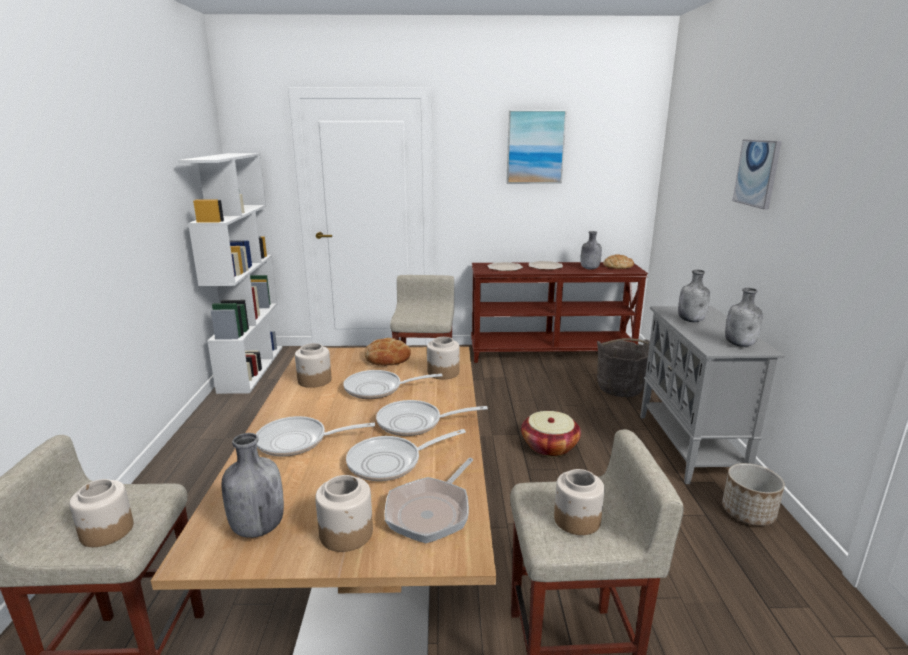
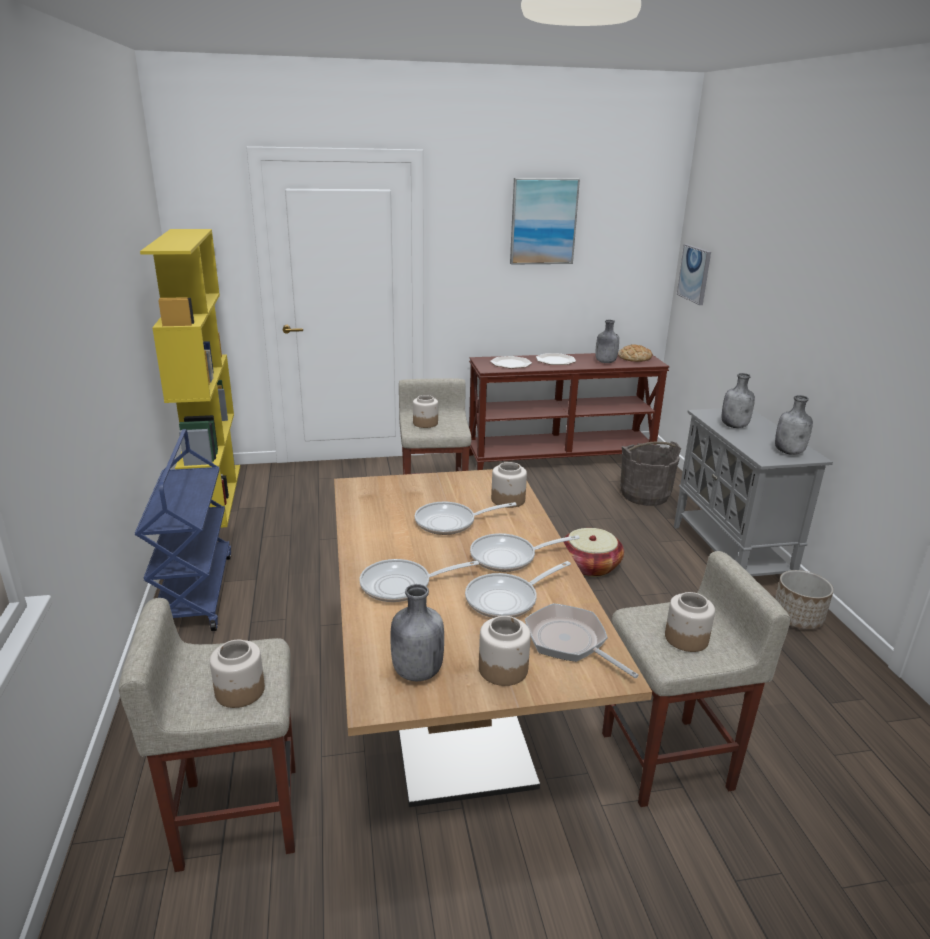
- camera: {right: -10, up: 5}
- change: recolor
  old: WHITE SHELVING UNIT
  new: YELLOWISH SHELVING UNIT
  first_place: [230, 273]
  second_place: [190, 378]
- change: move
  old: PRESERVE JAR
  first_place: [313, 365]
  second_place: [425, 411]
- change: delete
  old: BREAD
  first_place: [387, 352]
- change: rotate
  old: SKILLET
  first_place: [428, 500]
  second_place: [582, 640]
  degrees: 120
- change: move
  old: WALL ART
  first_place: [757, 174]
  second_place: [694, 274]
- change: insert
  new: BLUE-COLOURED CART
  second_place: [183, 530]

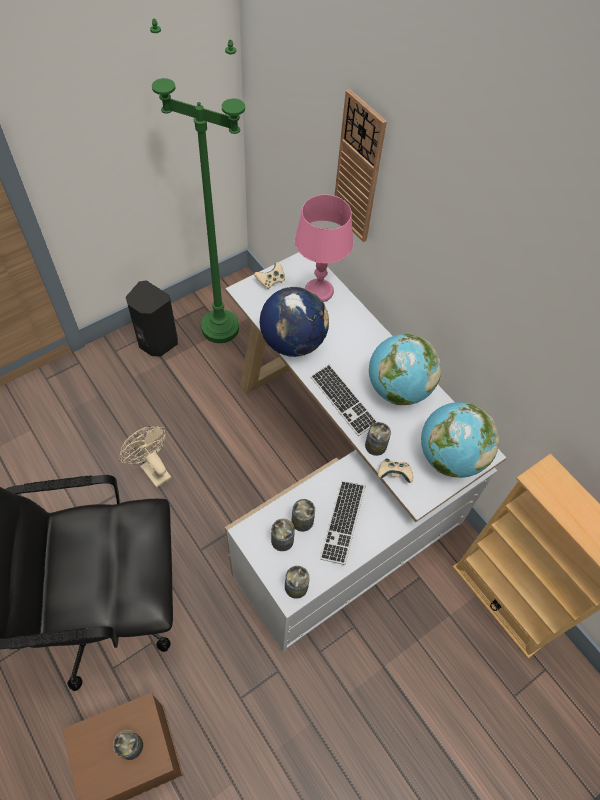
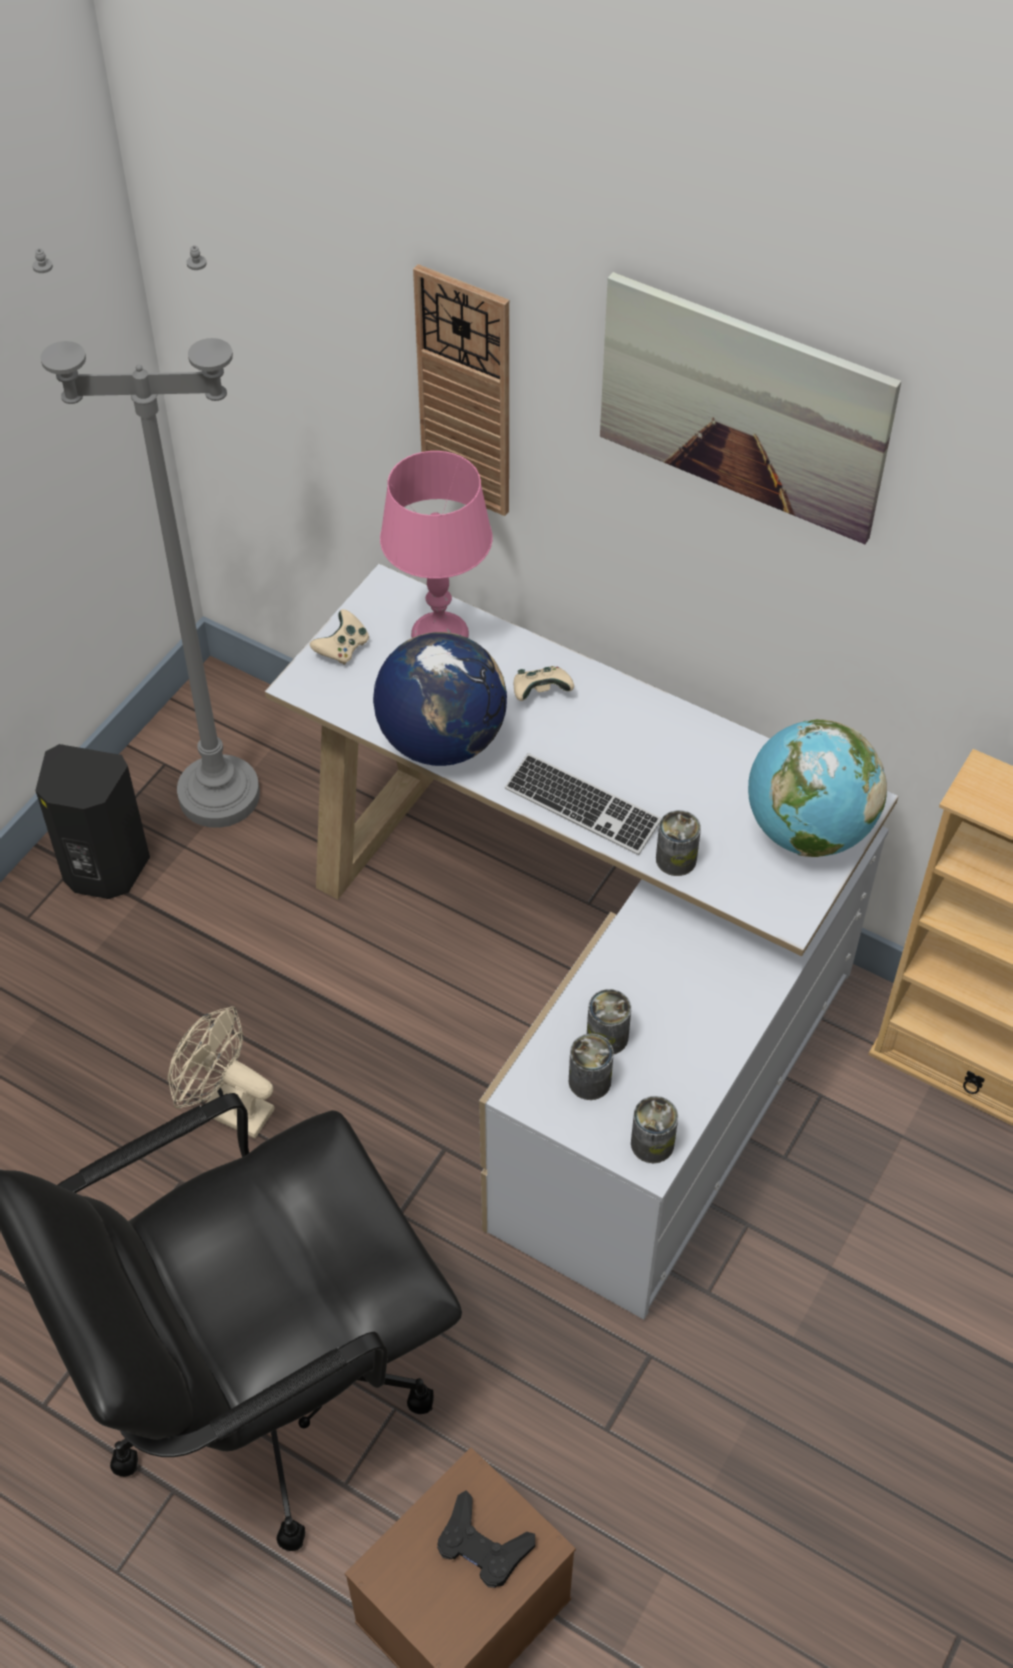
- camera: {right: -20, up: -5}
- change: replace
  old: METAL CAN
  new: BLACKISH GAME CONTROLLER
  first_place: [128, 745]
  second_place: [486, 1539]
- change: recolor
  old: GREEN FLOOR LAMP
  new: GRAY FLOOR LAMP
  first_place: [197, 180]
  second_place: [146, 536]
- change: delete
  old: COMPUTER KEYBOARD
  first_place: [342, 523]
- change: delete
  old: DESK GLOBE
  first_place: [405, 369]
- change: move
  old: BEIGE GAME CONTROLLER
  first_place: [395, 471]
  second_place: [544, 683]
- change: insert
  new: WALL ART
  second_place: [750, 408]

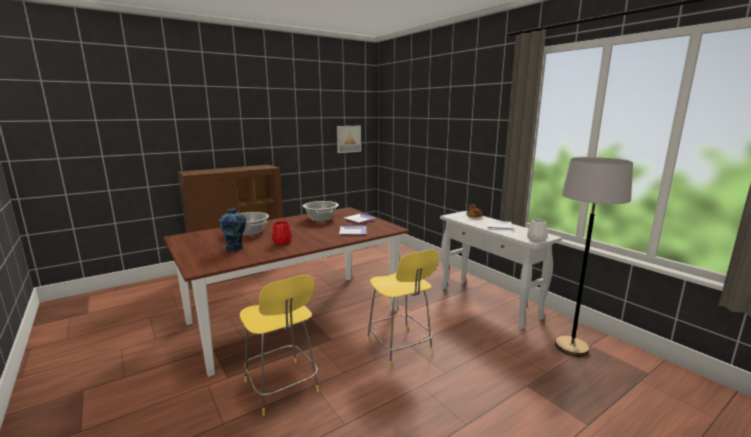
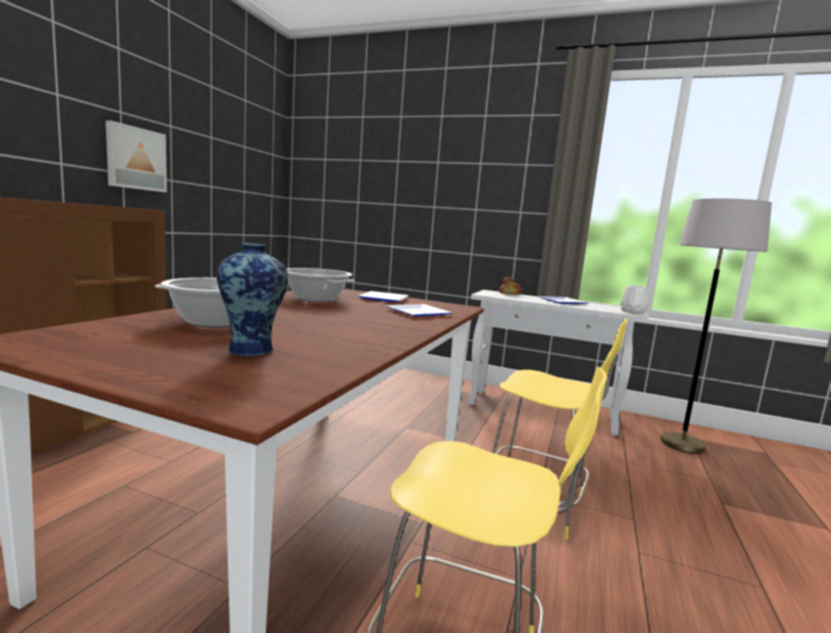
- camera: {right: -35, up: -5}
- change: delete
  old: RED-COLOURED DECORATIVE VASE
  first_place: [282, 233]
- change: move
  old: WALL ART
  first_place: [349, 139]
  second_place: [136, 156]

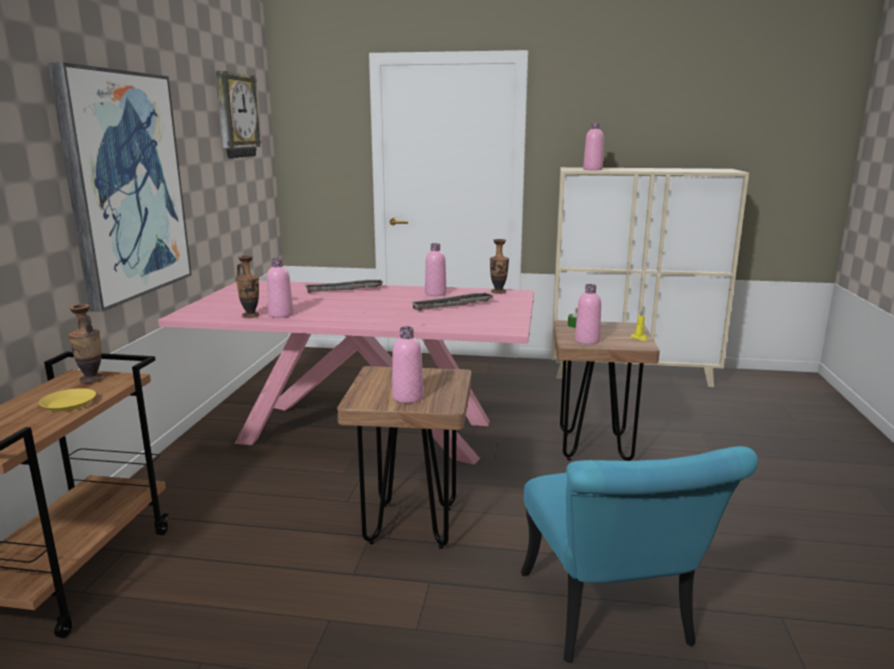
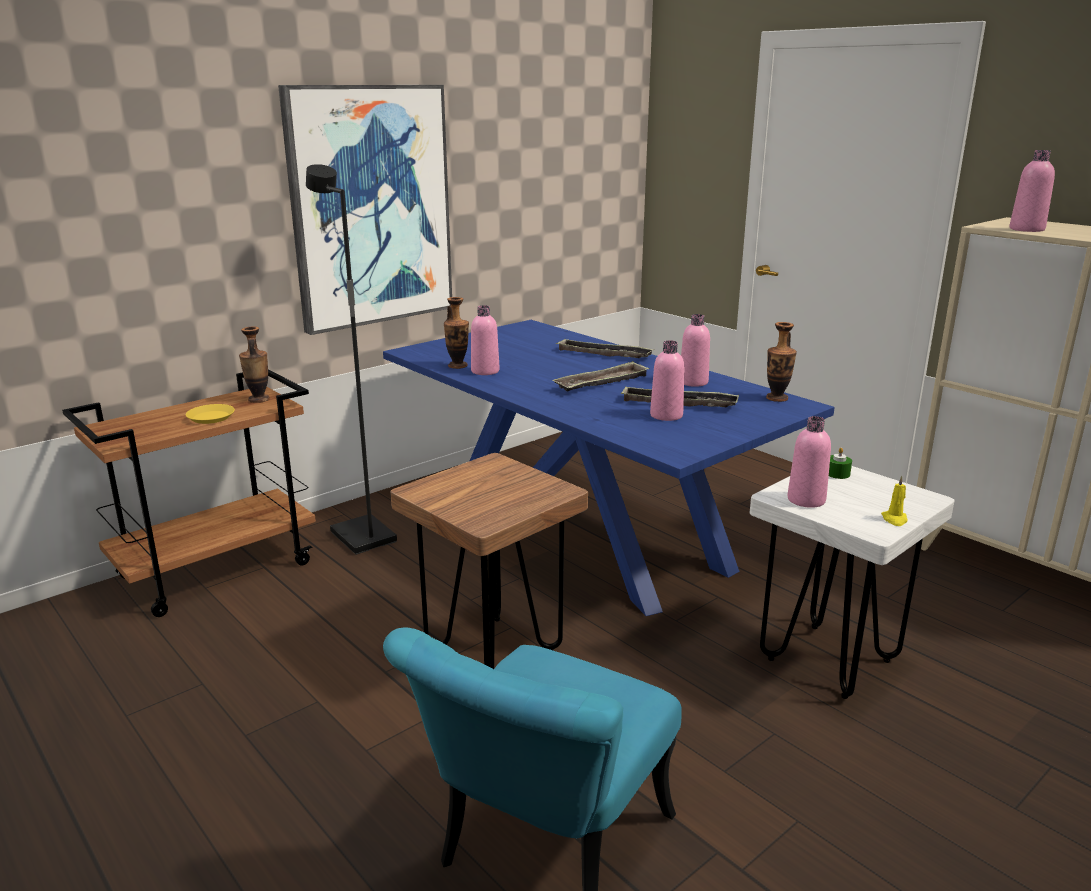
- camera: {right: 40, up: 5}
- change: recolor
  old: PINK-COLOURED KITCHEN TABLE
  new: BLUE-COLOURED KITCHEN TABLE
  first_place: [346, 373]
  second_place: [609, 468]
- change: delete
  old: CLOCK ON THE WALL
  first_place: [238, 115]
- change: move
  old: PINK-COLOURED BEVERAGE BOTTLE
  first_place: [408, 364]
  second_place: [667, 380]
- change: recolor
  old: BROWNISH STOOL SEAT
  new: WHITE STOOL SEAT
  first_place: [607, 390]
  second_place: [852, 582]
- change: insert
  new: BLACKISH FLOOR LAMP
  second_place: [351, 359]
- change: insert
  new: TRAY
  second_place: [601, 376]

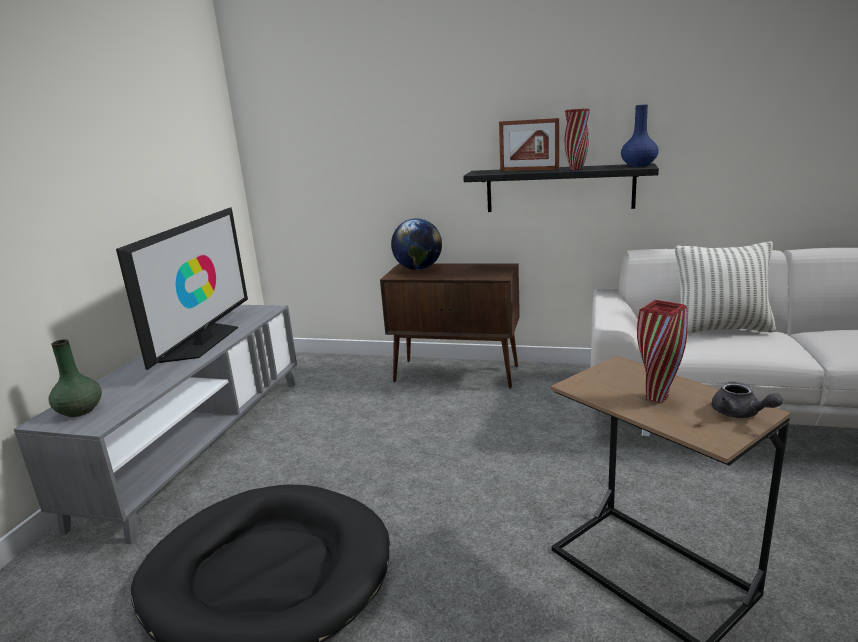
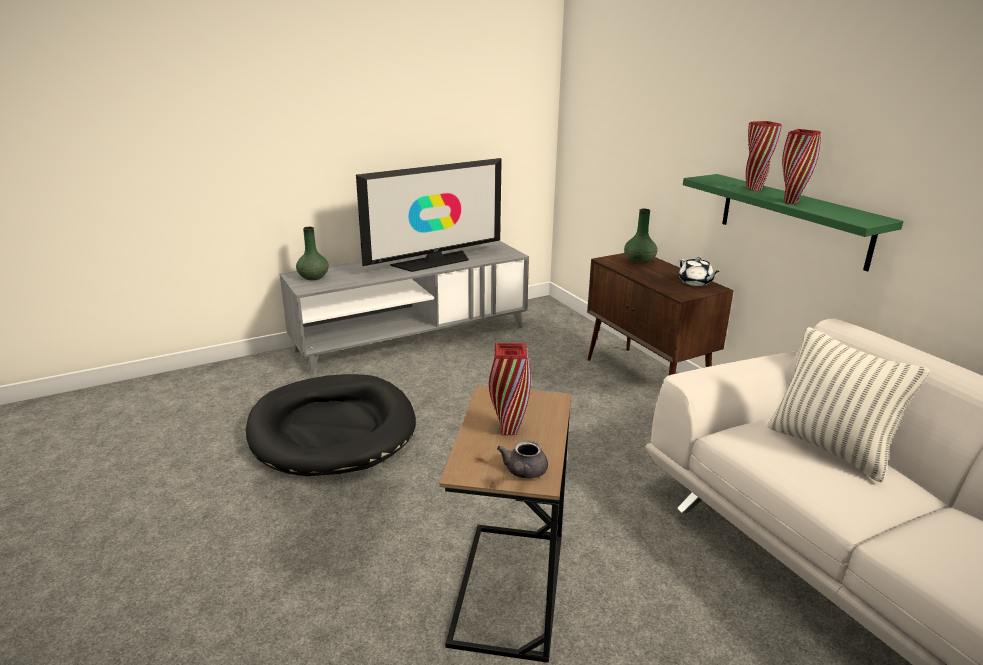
- camera: {right: 45, up: 5}
- change: replace
  old: DESK GLOBE
  new: GREEN DECORATIVE VASE
  first_place: [416, 244]
  second_place: [640, 236]
- change: recolor
  old: BLACKISH SHELF
  new: GREEN SHELF
  first_place: [561, 187]
  second_place: [793, 222]
- change: replace
  old: PICTURE FRAME
  new: RED-COLOURED DECORATIVE VASE
  first_place: [529, 144]
  second_place: [764, 156]
- change: delete
  old: BLUE-COLOURED DECORATIVE VASE
  first_place: [640, 135]
- change: insert
  new: WHITE TEA POT
  second_place: [699, 271]

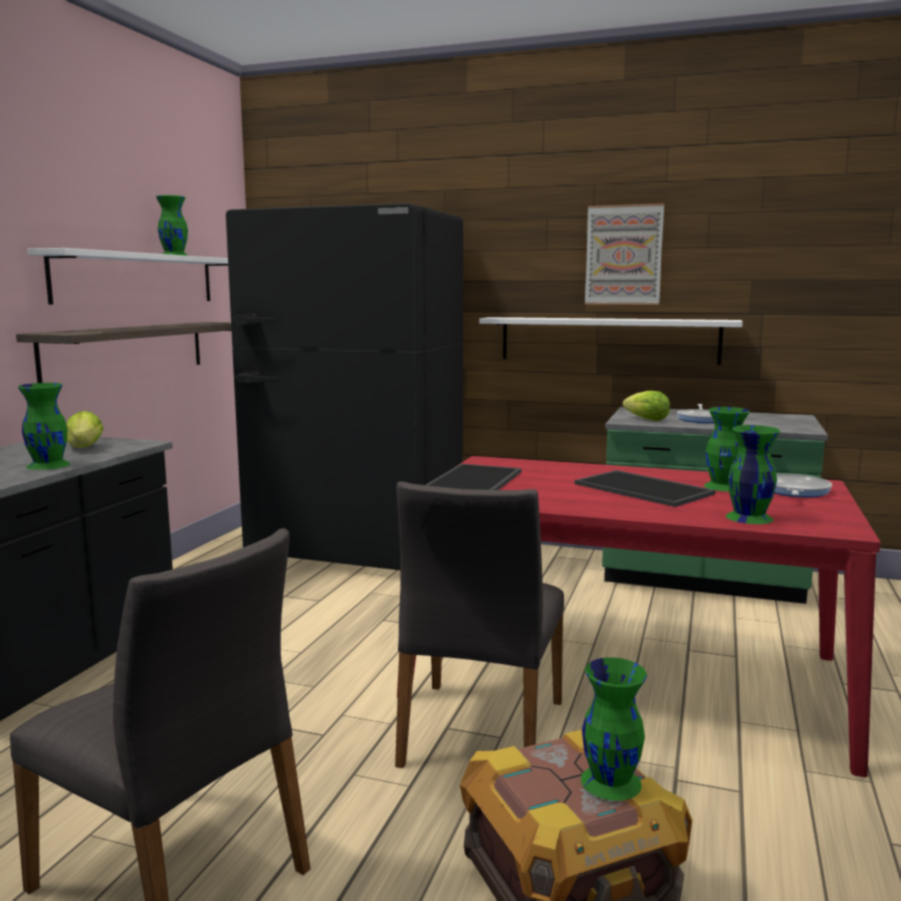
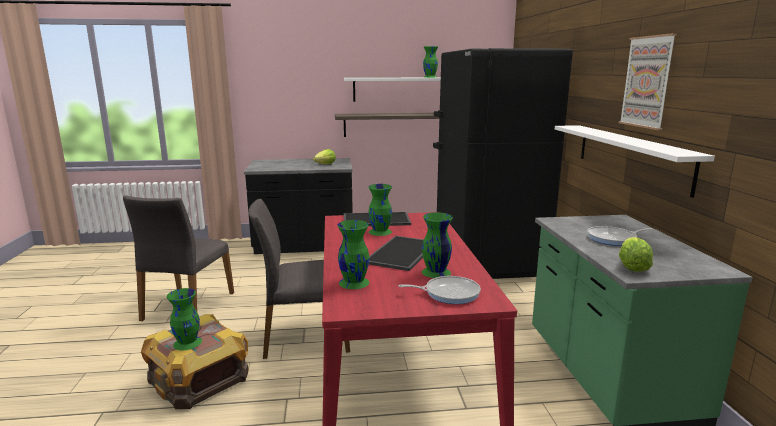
- camera: {right: 65, up: 5}
- change: move
  old: GREEN DECORATIVE VASE
  first_place: [44, 426]
  second_place: [380, 210]
- change: move
  old: LETTUCE
  first_place: [646, 406]
  second_place: [636, 254]

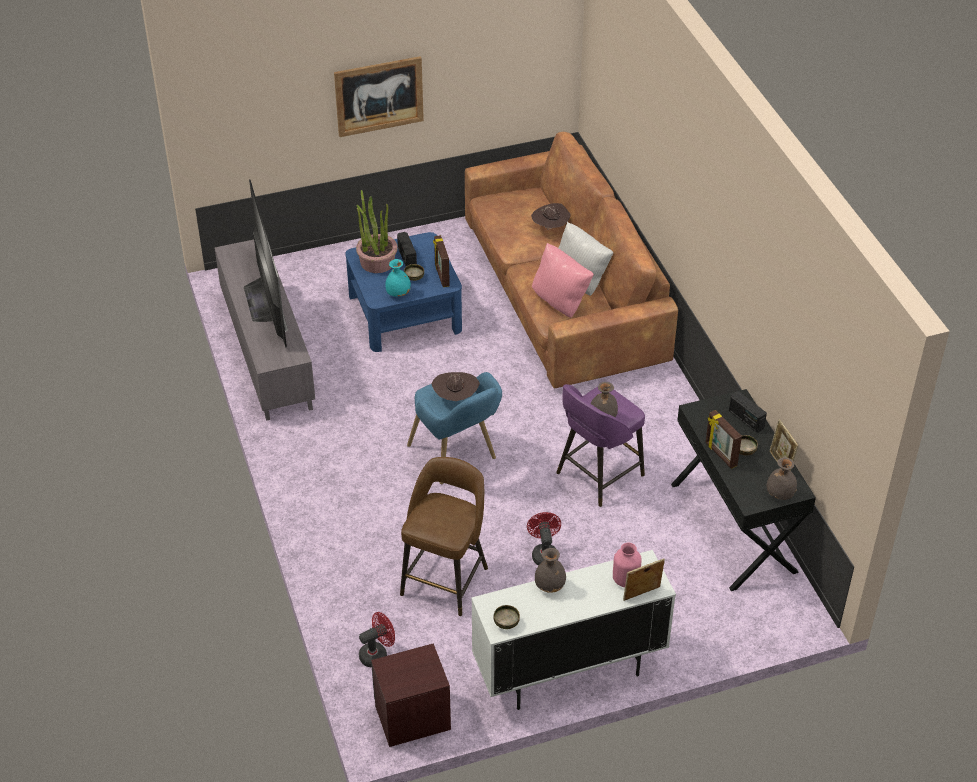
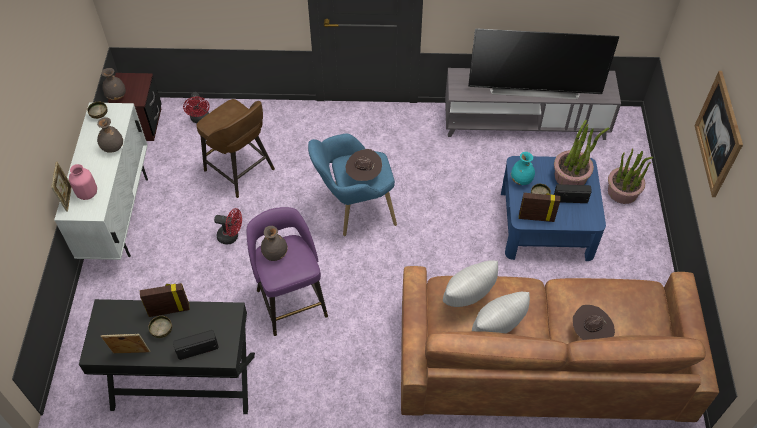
- camera: {right: 110, up: 10}
- change: recolor
  old: PINK-COLOURED PILLOW
  new: WHITE PILLOW
  first_place: [563, 280]
  second_place: [470, 283]
- change: move
  old: GRAY DECORATIVE VASE
  first_place: [782, 478]
  second_place: [114, 84]
- change: insert
  new: PLANT IN A POT
  second_place: [630, 176]

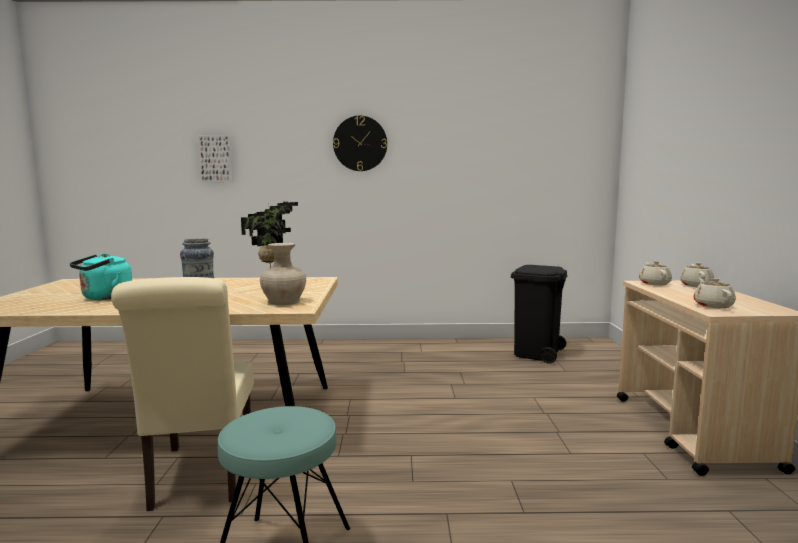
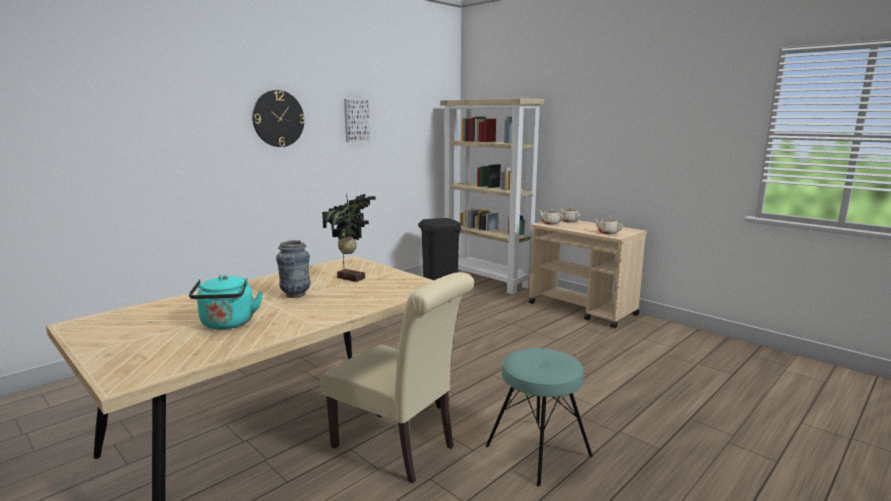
- camera: {right: -45, up: 5}
- change: move
  old: WALL ART
  first_place: [215, 158]
  second_place: [357, 120]
- change: delete
  old: BEIGE DECORATIVE VASE
  first_place: [283, 274]
- change: insert
  new: BEIGE SHELVING UNIT
  second_place: [492, 196]

